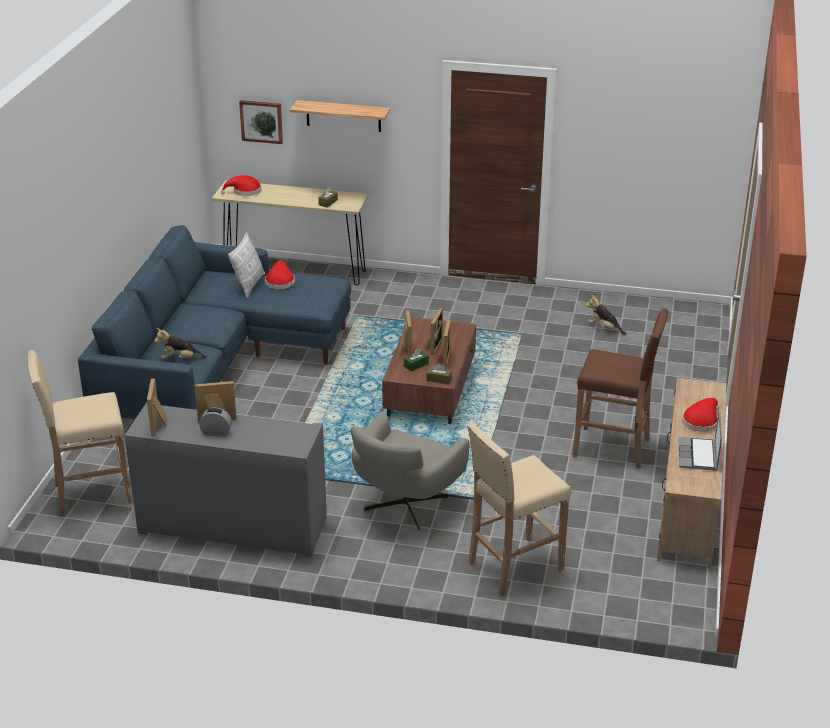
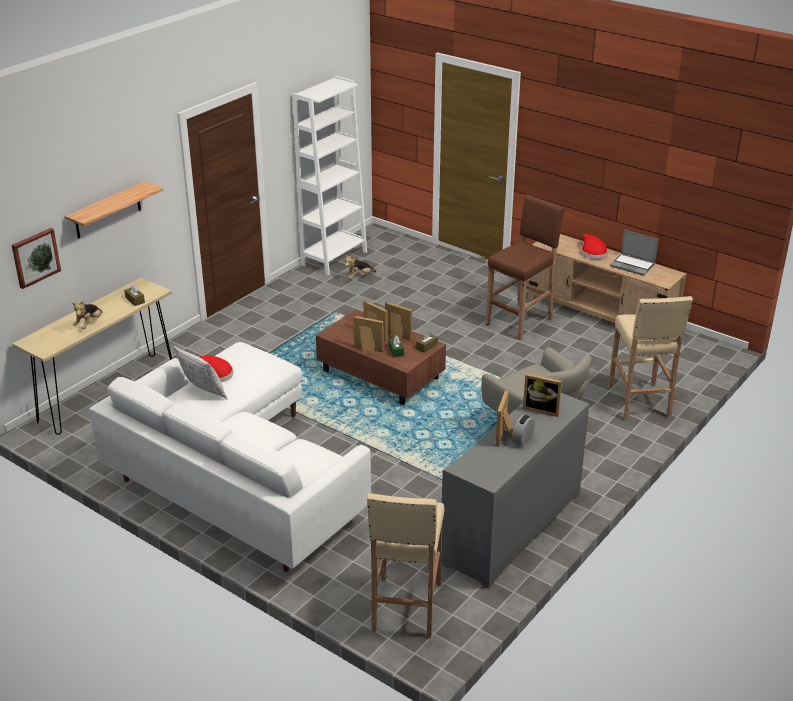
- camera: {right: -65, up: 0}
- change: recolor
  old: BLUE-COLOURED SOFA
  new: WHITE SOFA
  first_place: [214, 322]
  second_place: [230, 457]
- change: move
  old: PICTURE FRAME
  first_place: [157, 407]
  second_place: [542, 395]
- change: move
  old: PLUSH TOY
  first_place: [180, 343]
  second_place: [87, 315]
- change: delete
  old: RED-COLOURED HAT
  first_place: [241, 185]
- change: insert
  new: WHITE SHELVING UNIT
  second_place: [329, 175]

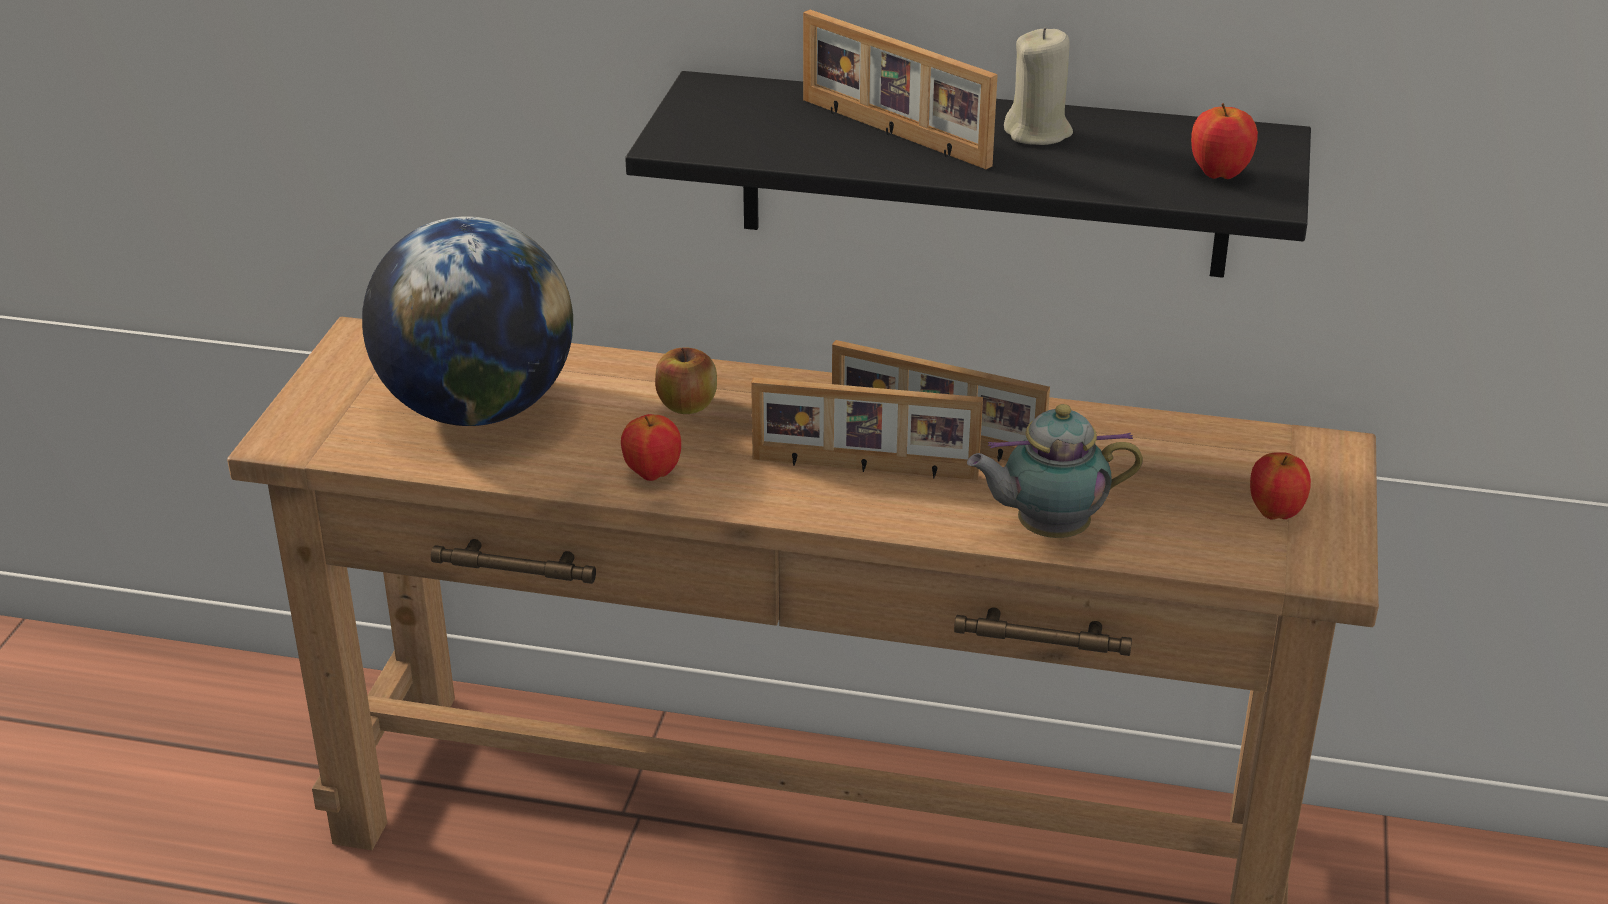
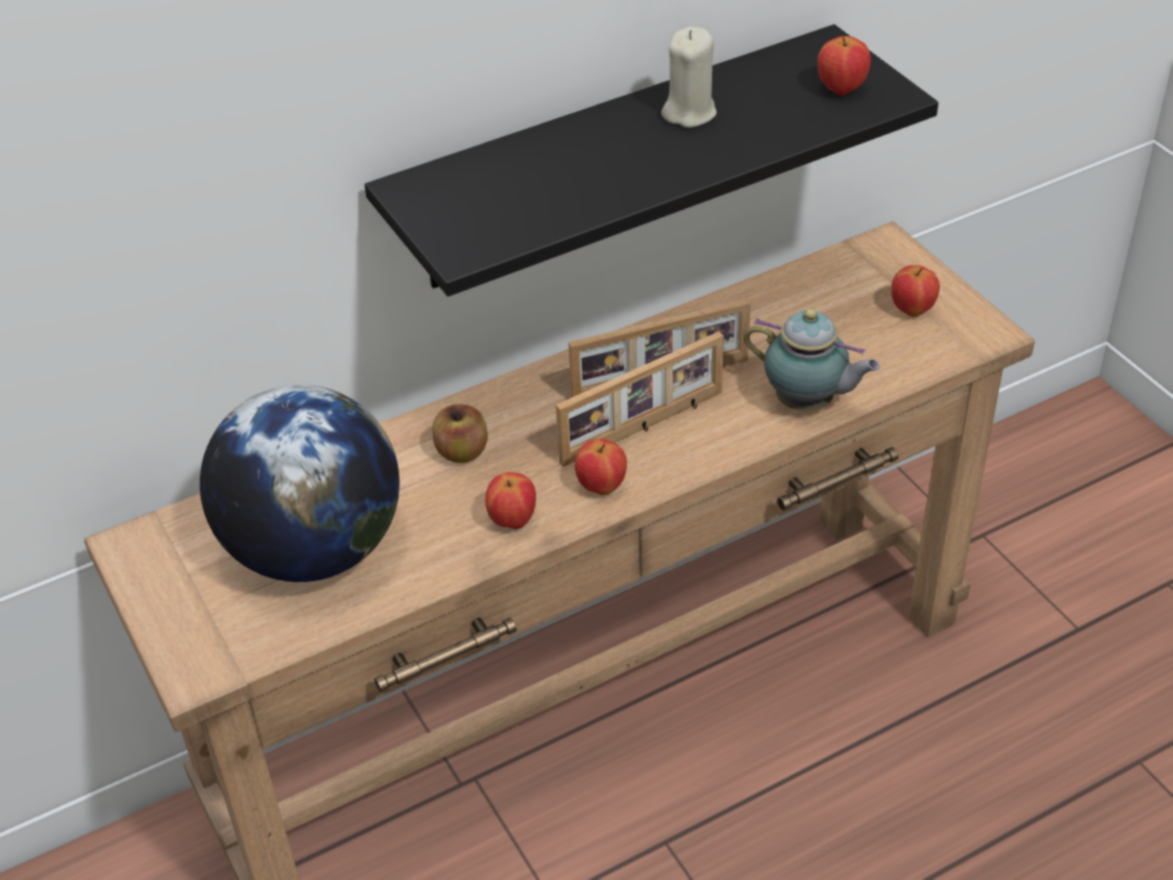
- camera: {right: -40, up: 10}
- change: delete
  old: PICTURE FRAME
  first_place: [900, 89]
- change: rotate
  old: TEA POT
  first_place: [1055, 471]
  second_place: [812, 360]
  degrees: -105
- change: insert
  new: WHOLE APPLE
  second_place: [601, 467]

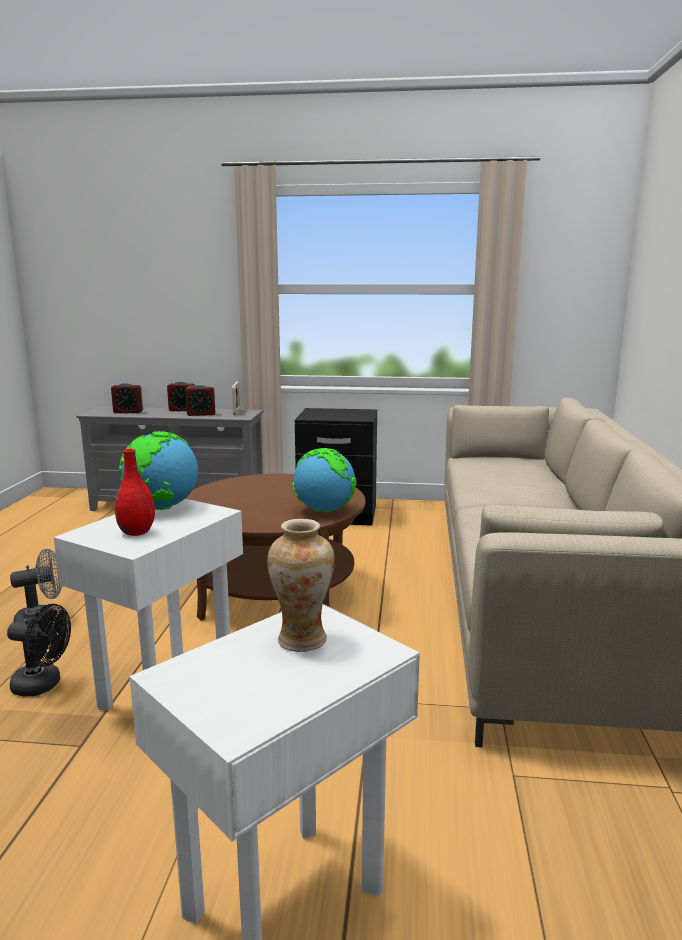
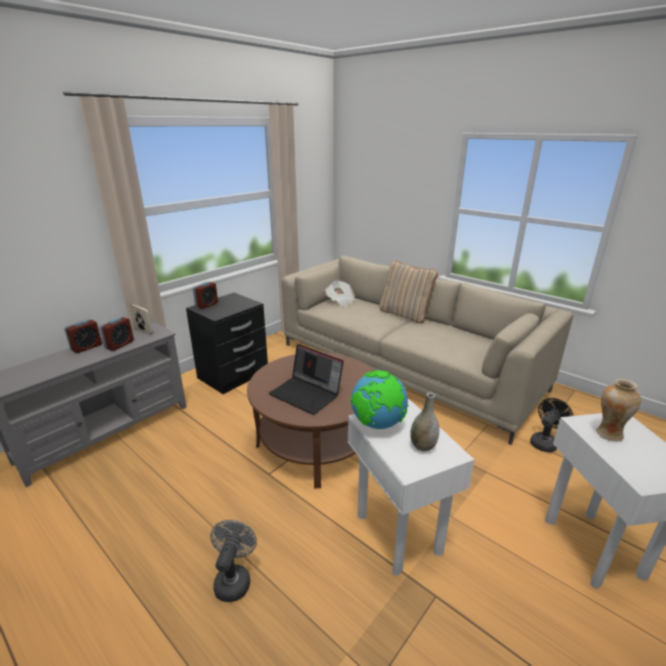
- camera: {right: -55, up: 10}
- change: move
  old: BLACKISH FAN
  first_place: [39, 650]
  second_place: [551, 425]
- change: move
  old: ALARM CLOCK
  first_place: [127, 397]
  second_place: [205, 295]
- change: recolor
  old: RED-COLOURED DECORATIVE VASE
  new: GRAY DECORATIVE VASE
  first_place: [135, 492]
  second_place: [424, 422]
- change: delete
  old: DESK GLOBE
  first_place: [324, 480]
- change: insert
  new: PORTABLE COMPUTER
  second_place: [306, 379]
- change: insert
  new: NEWSPAPER
  second_place: [340, 293]
- change: insert
  new: BEIGE PILLOW
  second_place: [408, 292]

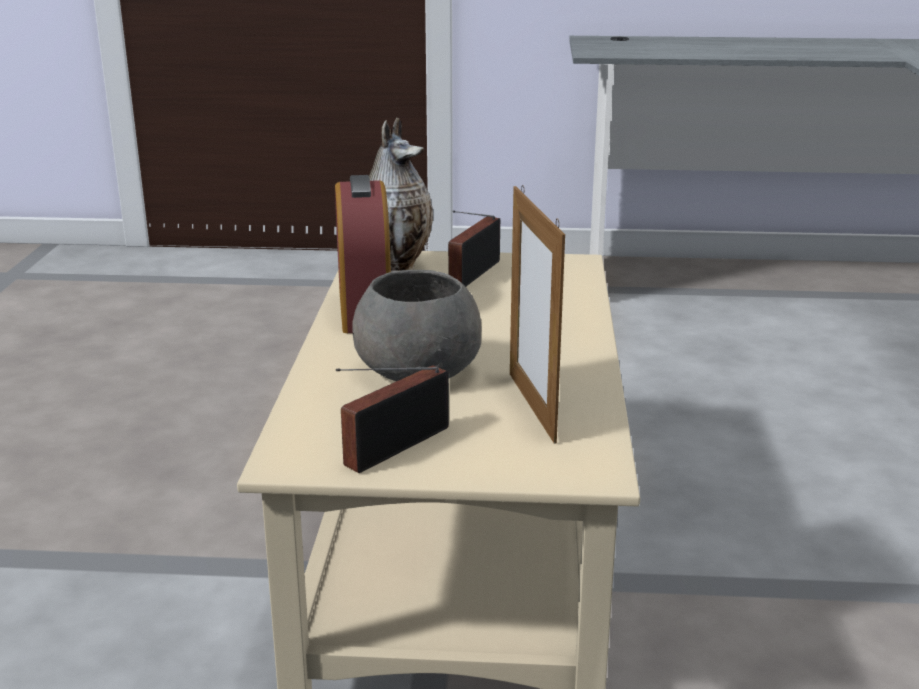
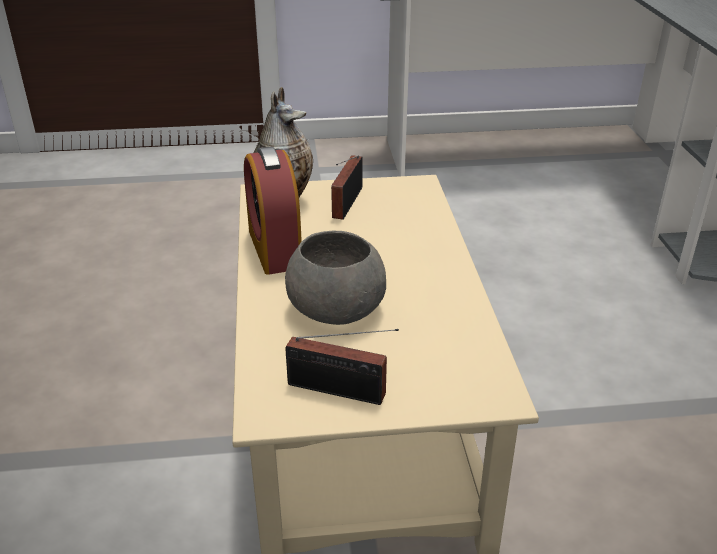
- camera: {right: -10, up: 10}
- change: rotate
  old: RADIO
  first_place: [392, 419]
  second_place: [342, 367]
  degrees: -105
- change: delete
  old: PICTURE FRAME
  first_place: [537, 314]

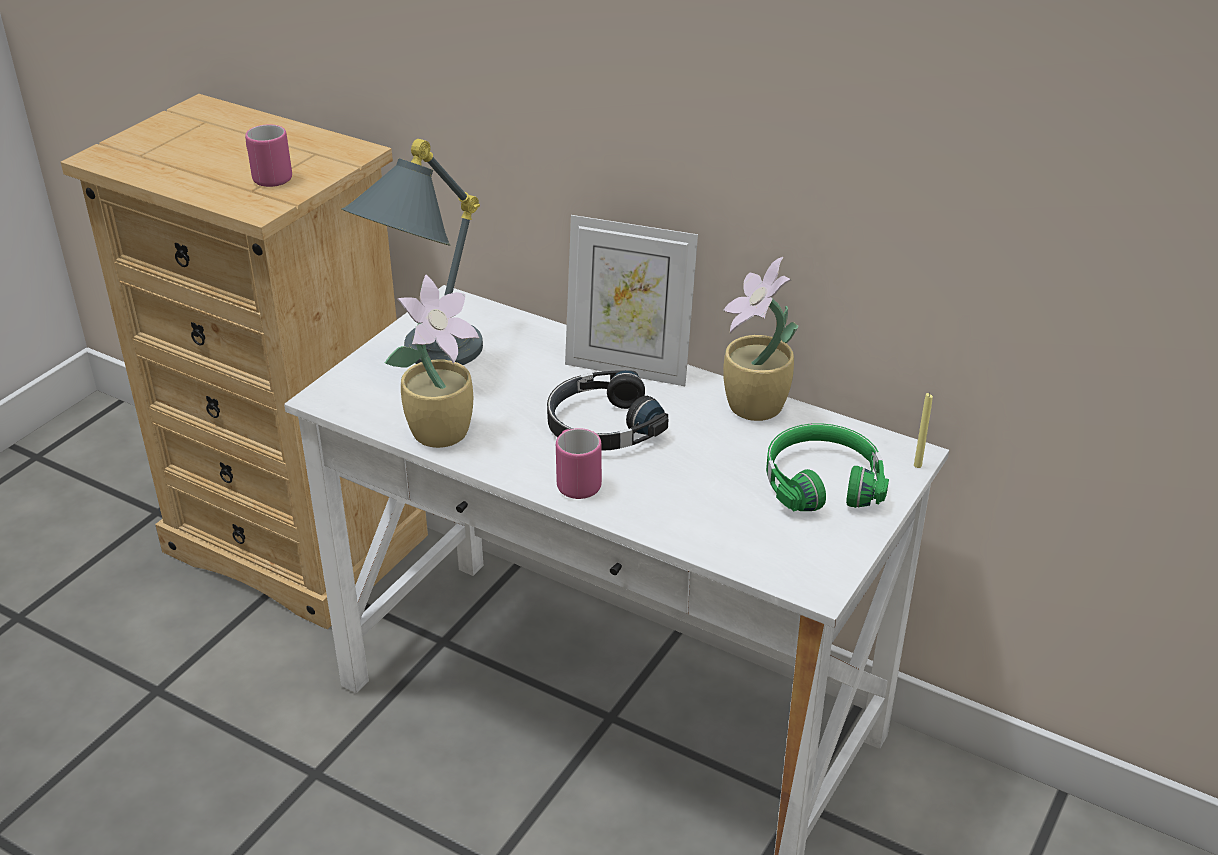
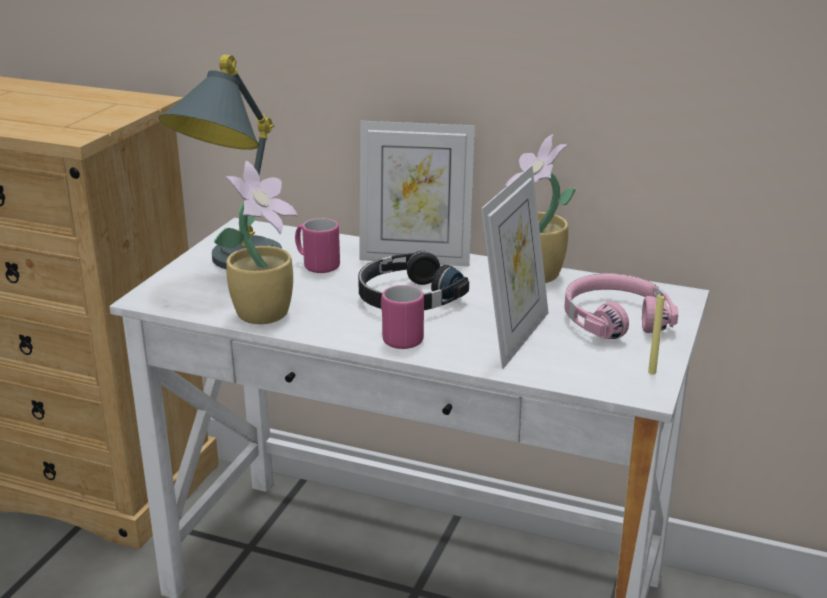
- camera: {right: -10, up: -10}
- change: move
  old: PINK-COLOURED COFFEE MUG
  first_place: [268, 155]
  second_place: [317, 245]
- change: recolor
  old: GREEN HEADSET
  new: PINK-COLOURED HEADSET
  first_place: [827, 467]
  second_place: [621, 306]
- change: move
  old: YELLOWISH WAX LIGHT
  first_place: [923, 430]
  second_place: [656, 334]
- change: insert
  new: PICTURE FRAME
  second_place: [514, 267]

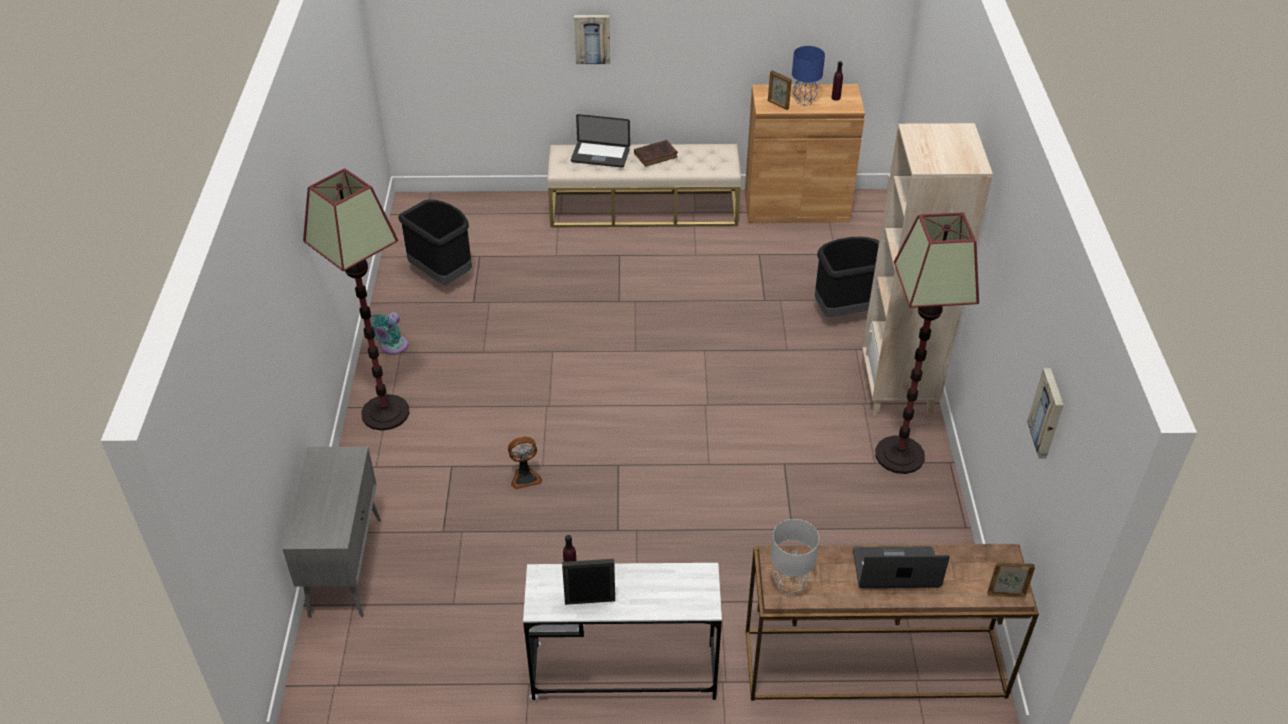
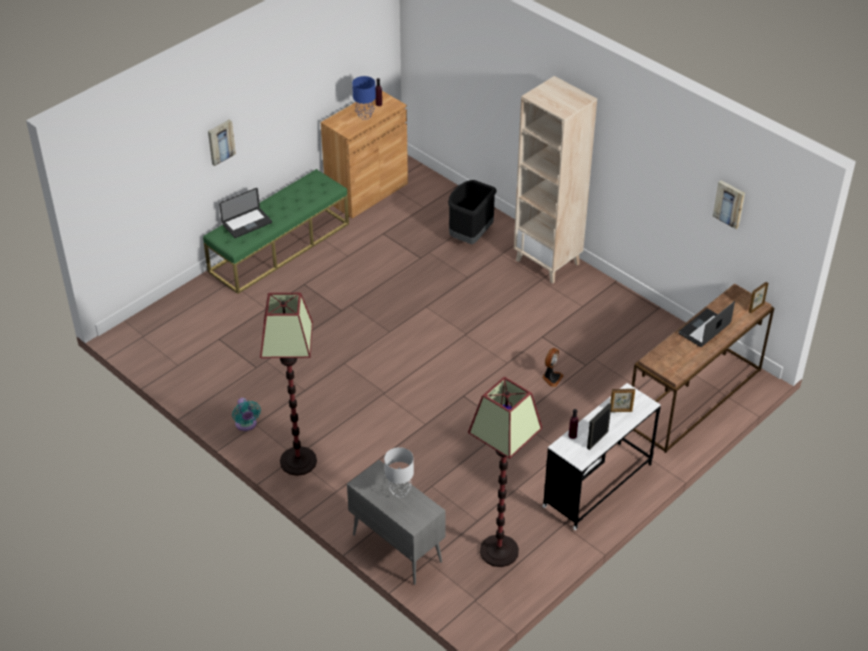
- camera: {right: -45, up: 0}
- change: delete
  old: BLACKISH WASTE BIN
  first_place: [435, 242]
- change: move
  old: FAN
  first_place: [525, 463]
  second_place: [553, 367]
- change: recolor
  old: BEIGE LONG SEAT
  new: GREEN LONG SEAT
  first_place: [644, 185]
  second_place: [276, 231]
- change: delete
  old: BROWNISH BOUND BOOK
  first_place: [656, 153]
- change: move
  old: PICTURE FRAME
  first_place: [780, 90]
  second_place: [622, 400]
- change: move
  old: GRAY TABLE LAMP
  first_place: [795, 557]
  second_place: [399, 472]
- change: move
  old: FLOOR LAMP
  first_place: [927, 343]
  second_place: [505, 472]

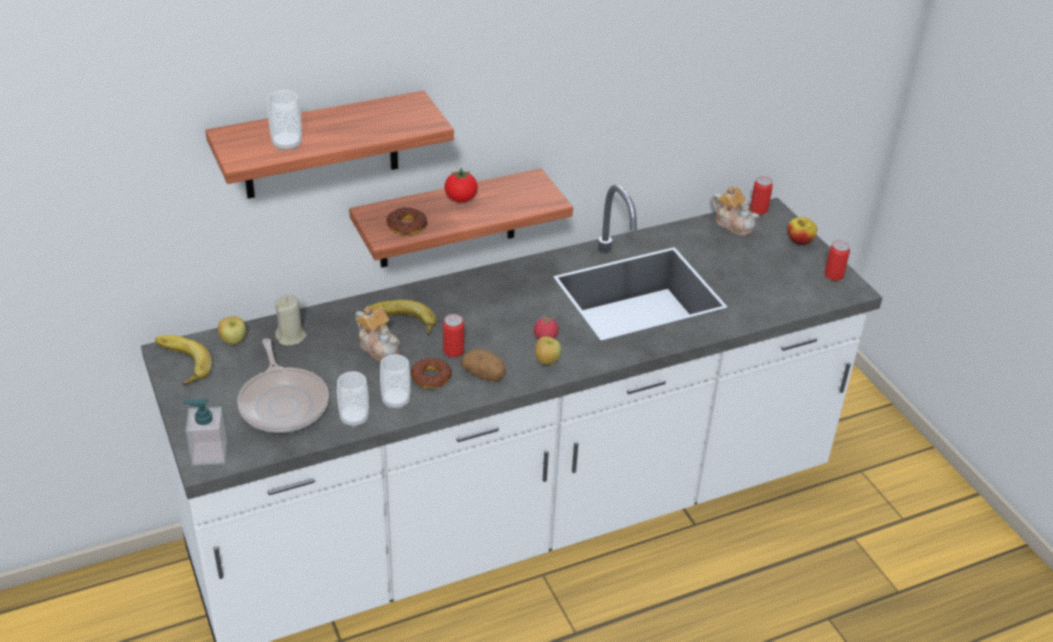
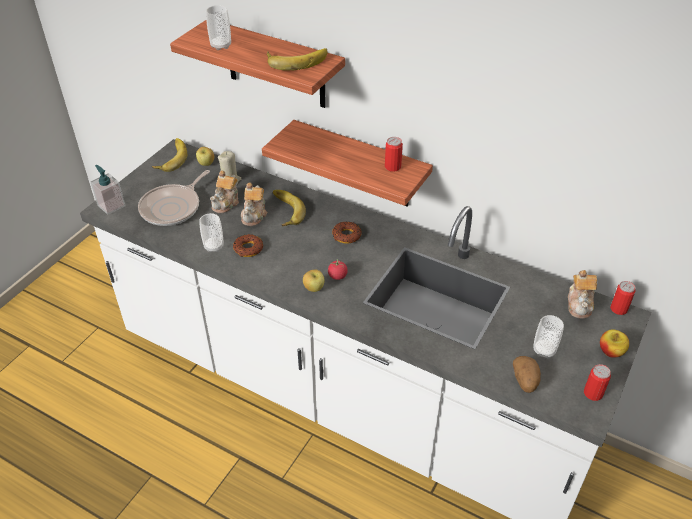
- camera: {right: 55, up: 5}
- change: move
  old: CUP
  first_place: [353, 399]
  second_place: [548, 336]
- change: move
  old: DONUT
  first_place: [407, 221]
  second_place: [347, 233]
- change: move
  old: METAL CAN
  first_place: [453, 335]
  second_place: [394, 154]
- change: delete
  old: WHOLE TOMATO
  first_place: [461, 185]
- change: move
  old: WHOLE POTATO
  first_place: [483, 364]
  second_place: [527, 374]
- change: insert
  new: TEA POT
  second_place: [224, 192]
- change: insert
  new: BANANA
  second_place: [297, 59]

